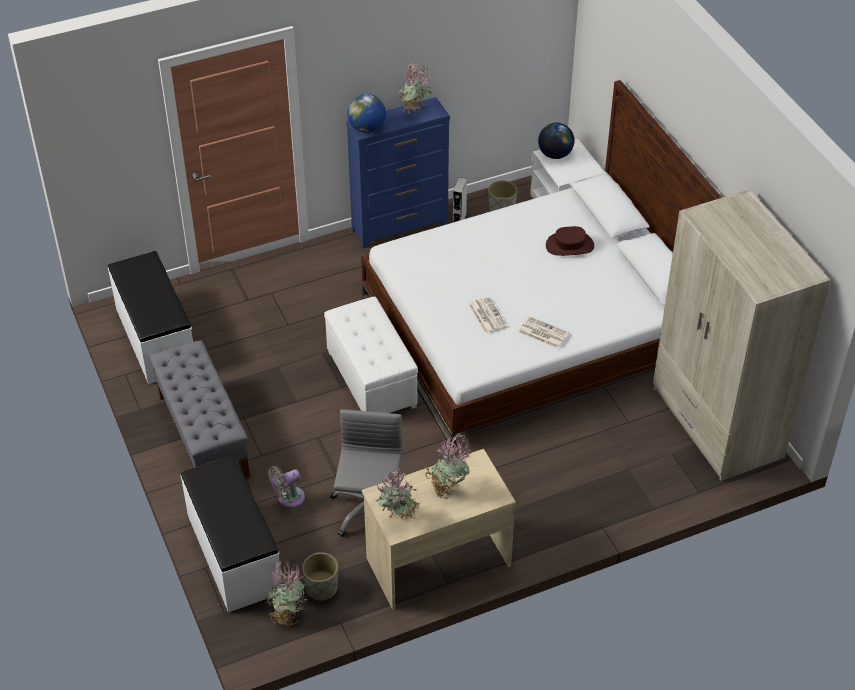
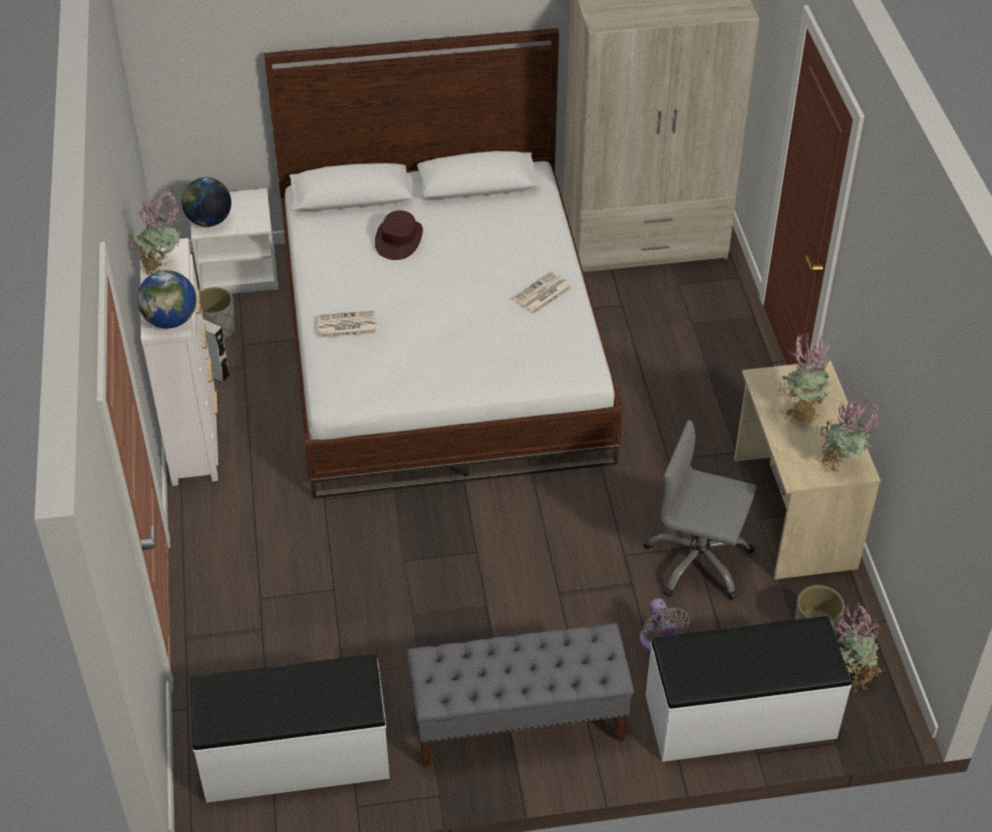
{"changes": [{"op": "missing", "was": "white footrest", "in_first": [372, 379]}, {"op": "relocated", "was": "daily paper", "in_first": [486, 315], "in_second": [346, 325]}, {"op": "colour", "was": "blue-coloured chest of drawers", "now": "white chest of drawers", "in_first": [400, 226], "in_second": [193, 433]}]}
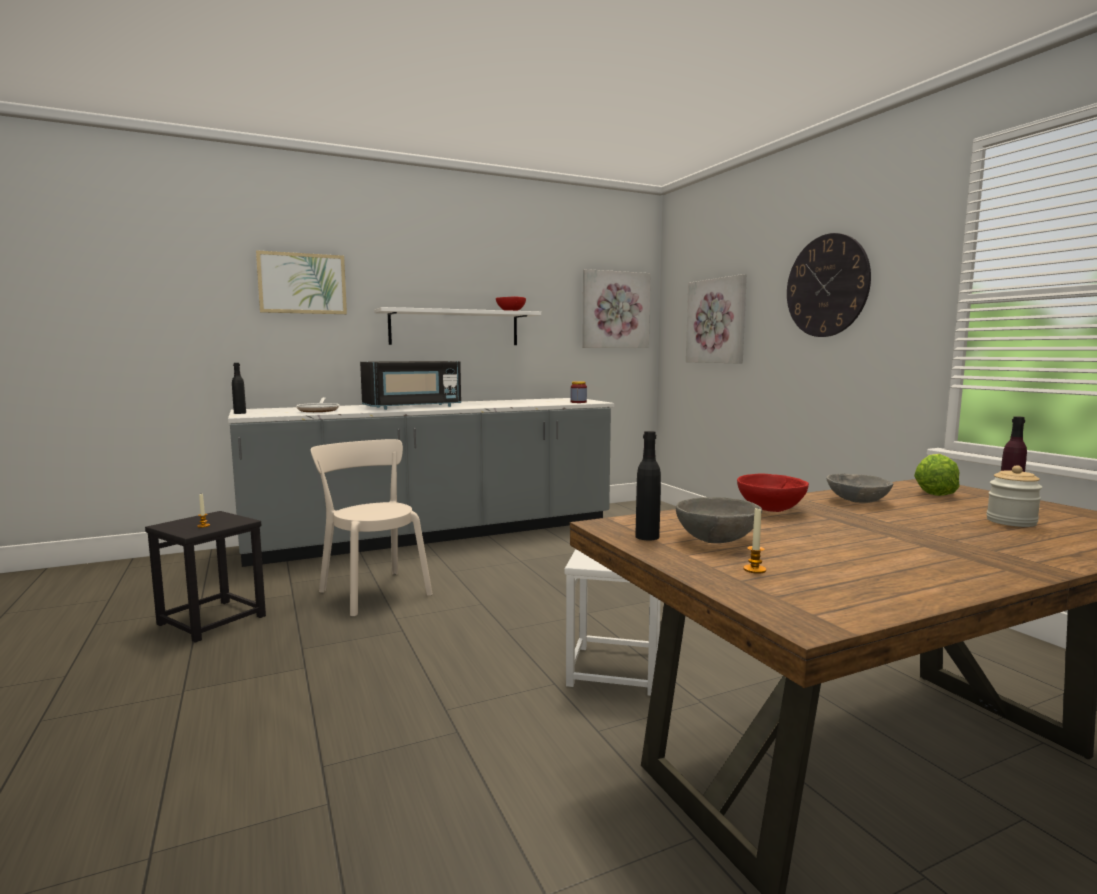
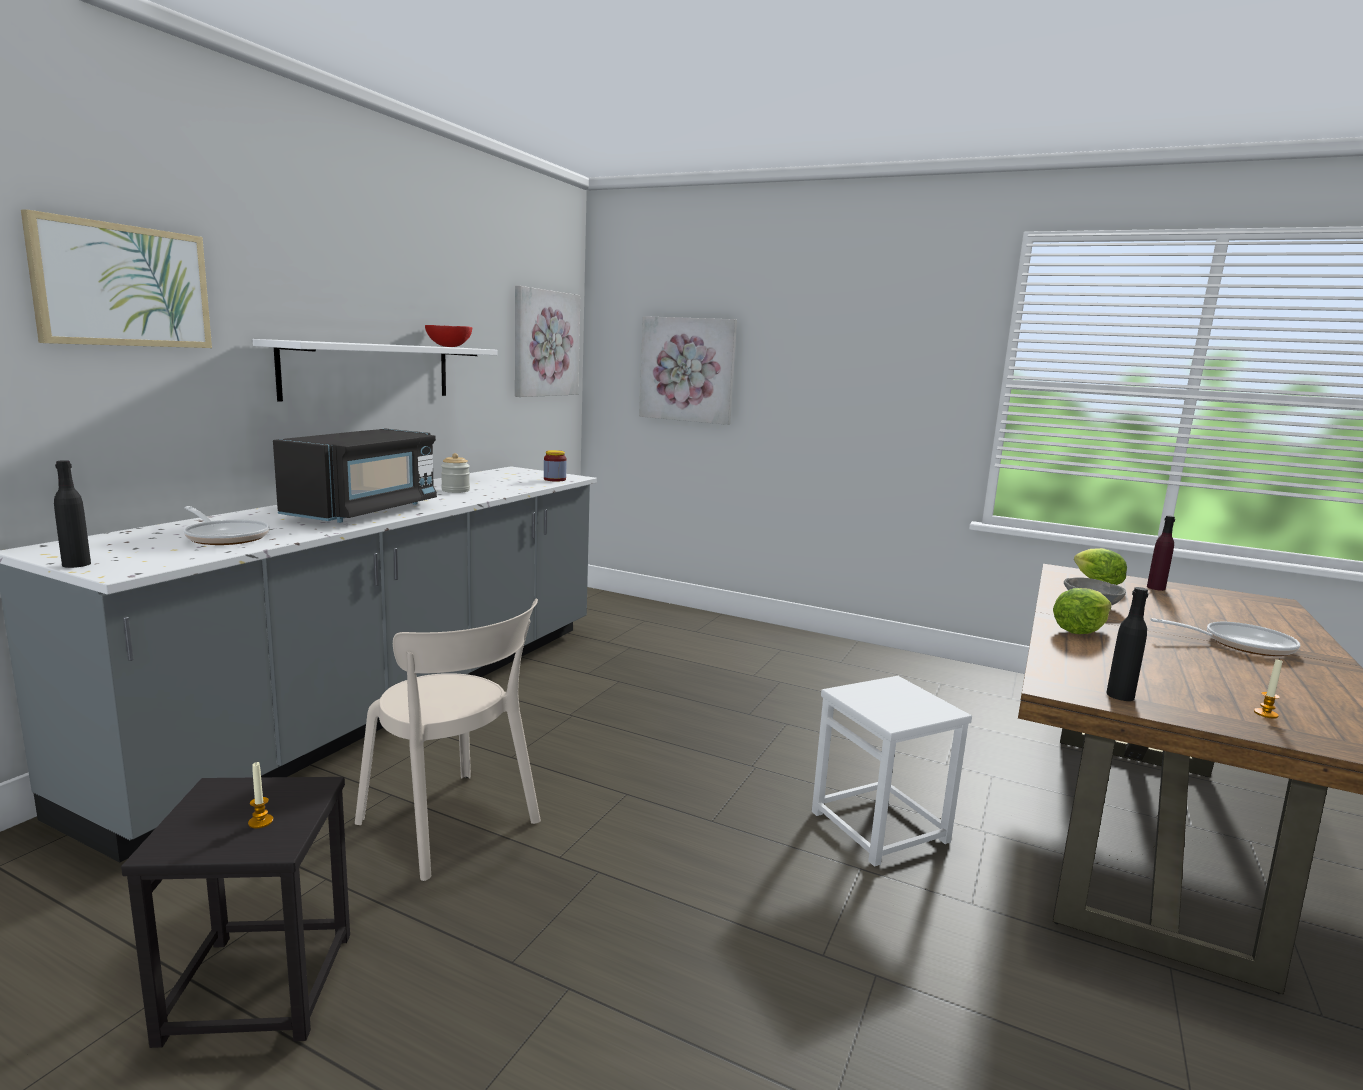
{"changes": [{"op": "missing", "was": "grey deep dish", "in_first": [717, 540]}, {"op": "missing", "was": "hanging clock", "in_first": [827, 286]}, {"op": "appeared", "now": "pan", "in_second": [1240, 644]}, {"op": "relocated", "was": "storage jar", "in_first": [1011, 522], "in_second": [455, 490]}, {"op": "exchanged", "was": "red-coloured deep dish", "now": "lettuce", "in_first": [770, 509], "in_second": [1079, 630]}, {"op": "spun", "was": "beige-coloured upright chair", "in_first": [373, 591], "in_second": [453, 826], "clockwise": -150}]}
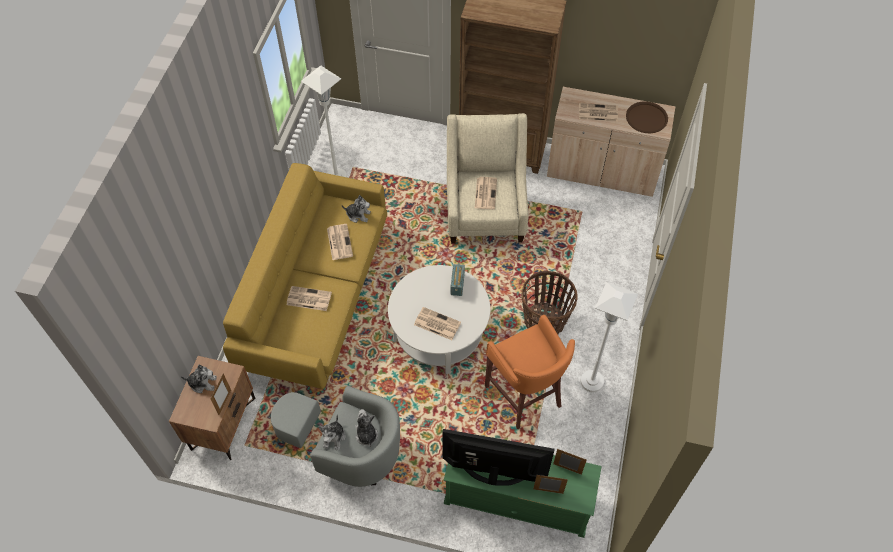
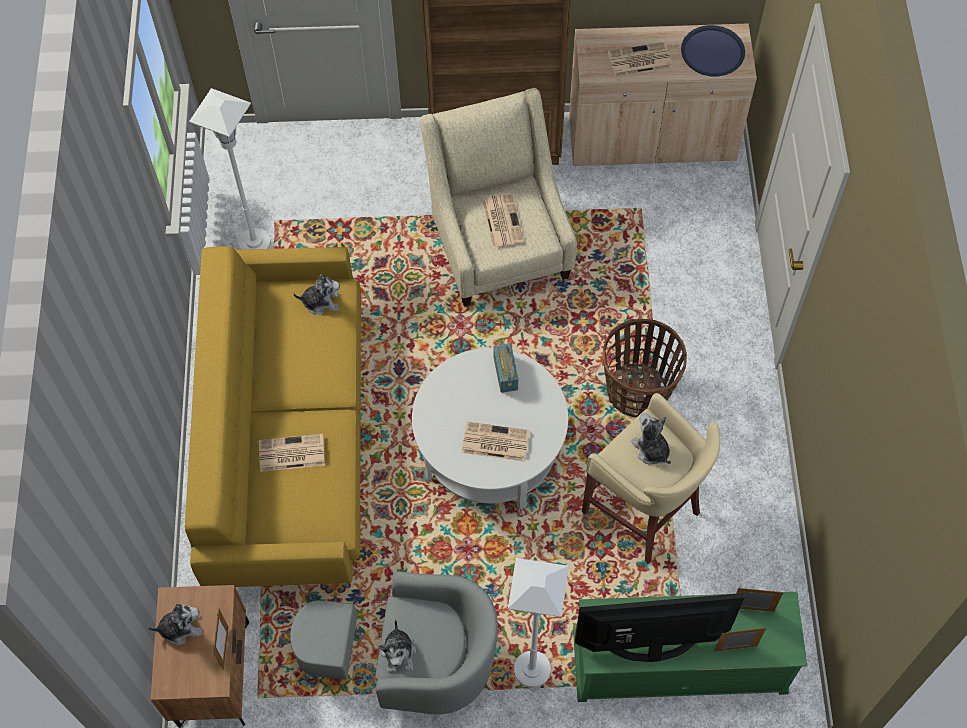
{"changes": [{"op": "missing", "was": "daily paper", "in_first": [339, 242]}, {"op": "relocated", "was": "soft toy", "in_first": [366, 434], "in_second": [651, 449]}, {"op": "relocated", "was": "white standing lamp", "in_first": [591, 382], "in_second": [532, 670]}, {"op": "colour", "was": "orange stool seat", "now": "beige-coloured stool seat", "in_first": [525, 396], "in_second": [644, 512]}, {"op": "colour", "was": "brownish tray", "now": "blue-coloured tray", "in_first": [646, 118], "in_second": [712, 52]}]}
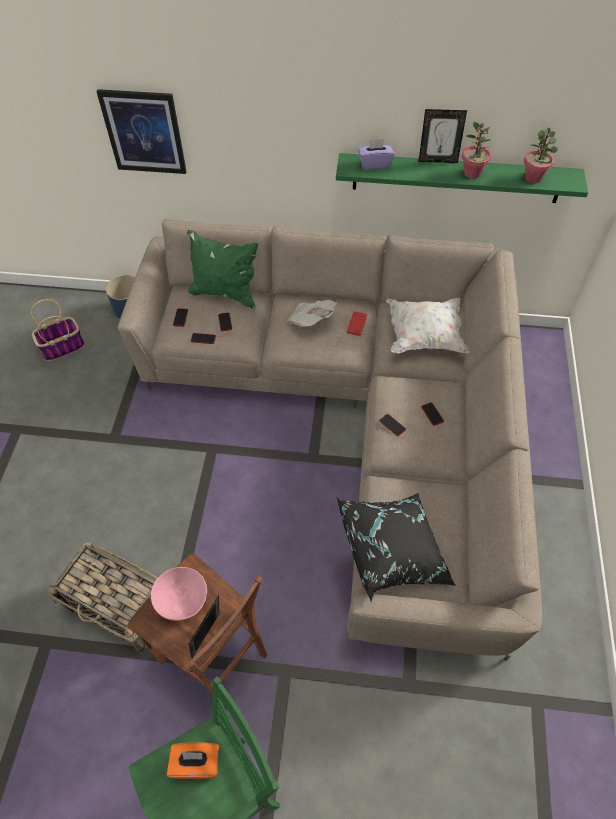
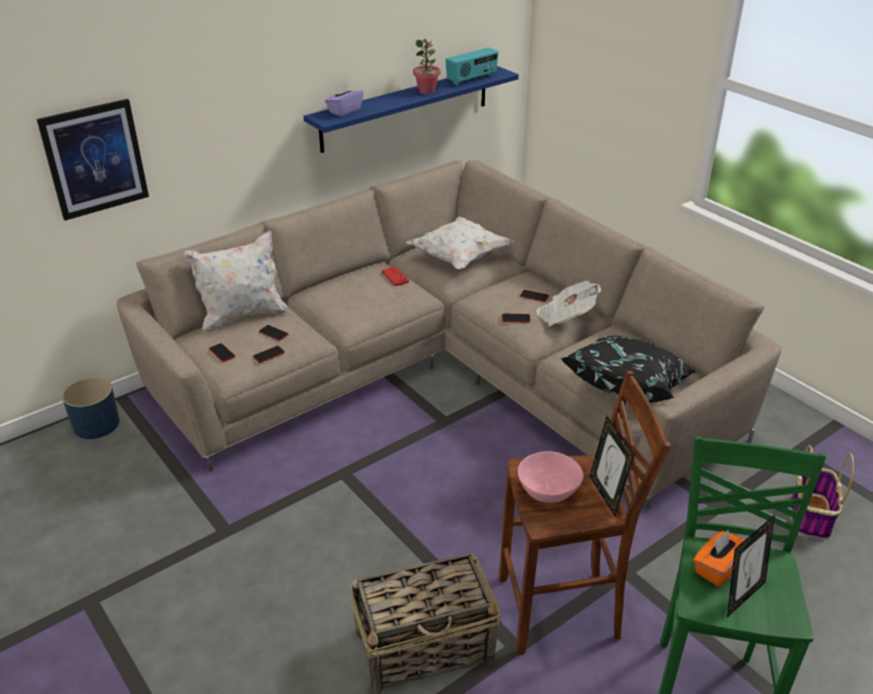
{"changes": [{"op": "relocated", "was": "storage basket", "in_first": [63, 347], "in_second": [810, 515]}, {"op": "relocated", "was": "daily paper", "in_first": [311, 320], "in_second": [566, 316]}, {"op": "relocated", "was": "photo frame", "in_first": [437, 160], "in_second": [741, 596]}, {"op": "exchanged", "was": "plant in a pot", "now": "radio receiver", "in_first": [533, 178], "in_second": [472, 79]}, {"op": "colour", "was": "green cushion", "now": "white cushion", "in_first": [225, 293], "in_second": [242, 316]}, {"op": "colour", "was": "green wall shelf", "now": "blue-coloured wall shelf", "in_first": [456, 178], "in_second": [406, 108]}]}
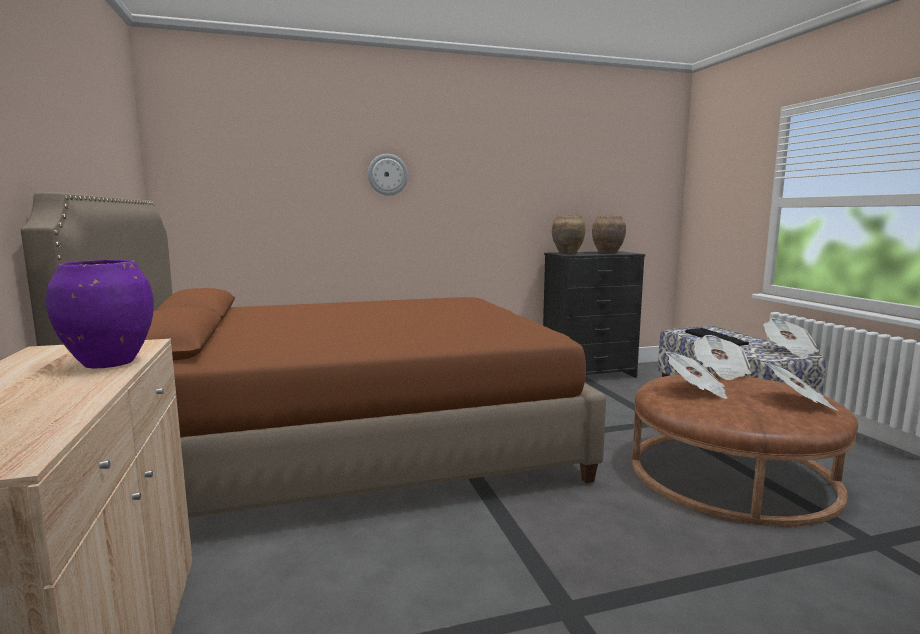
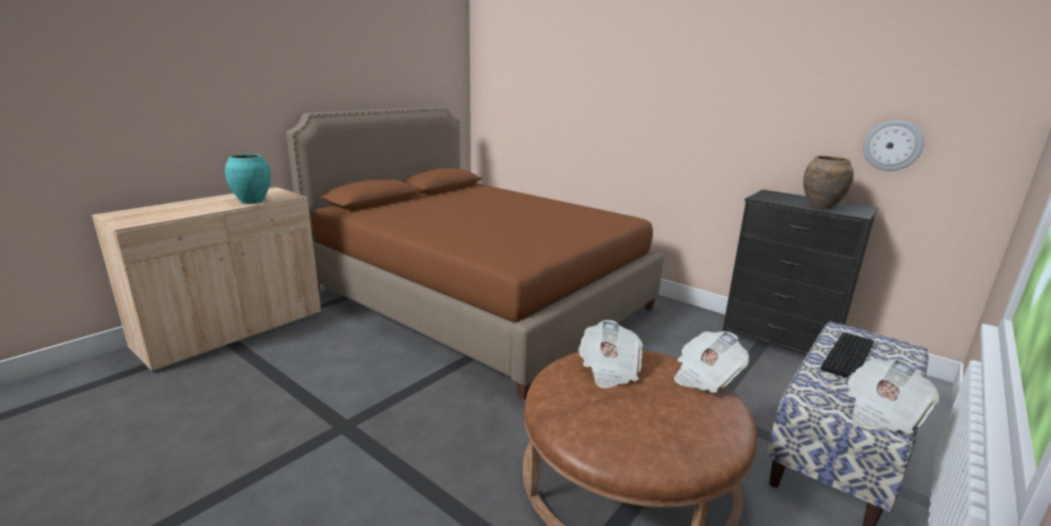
{"changes": [{"op": "missing", "was": "brownish vase", "in_first": [568, 253]}, {"op": "missing", "was": "daily paper", "in_first": [798, 403]}, {"op": "relocated", "was": "hanging clock", "in_first": [387, 174], "in_second": [892, 145]}, {"op": "colour", "was": "purplish vase", "now": "blue-green vase", "in_first": [108, 363], "in_second": [252, 201]}]}
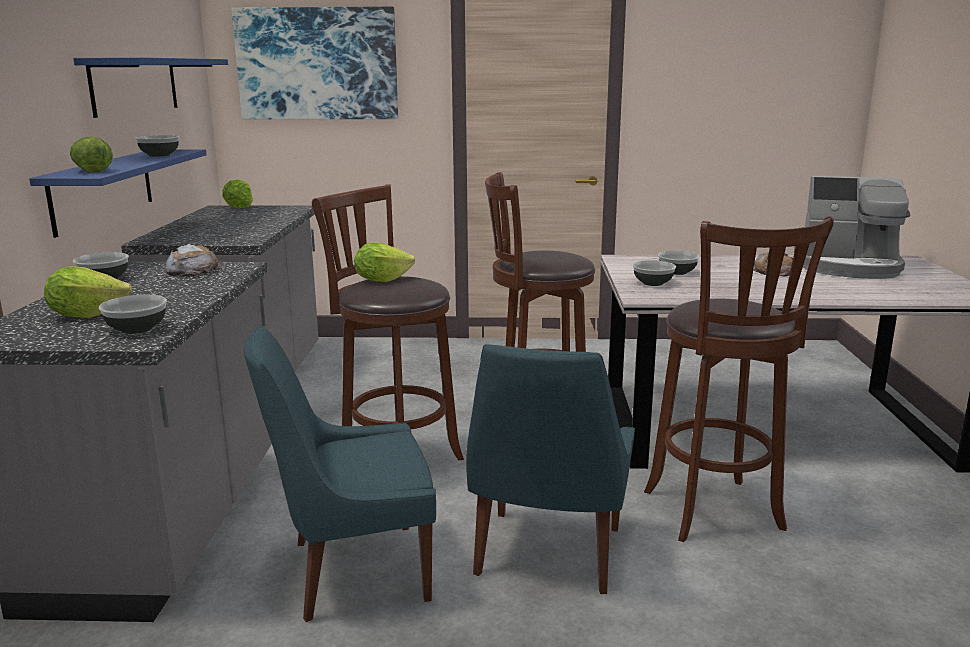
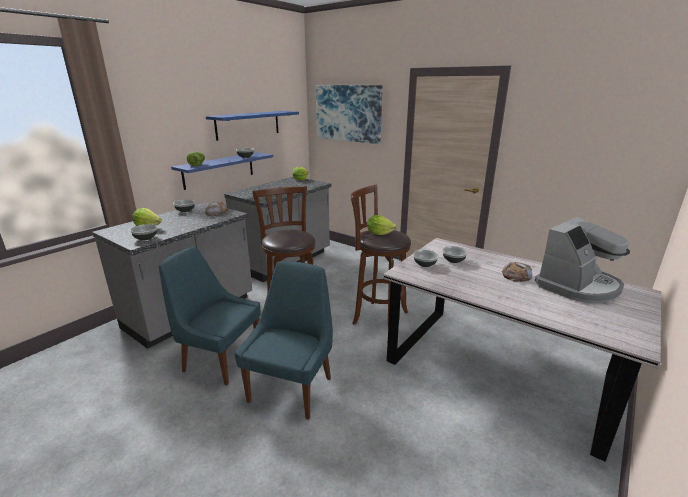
{"changes": [{"op": "missing", "was": "brownish stool seat", "in_first": [716, 514]}, {"op": "relocated", "was": "lettuce", "in_first": [381, 280], "in_second": [379, 233]}, {"op": "spun", "was": "blue-coloured upright chair", "in_first": [547, 555], "in_second": [292, 387], "clockwise": 150}, {"op": "spun", "was": "coffee brewer", "in_first": [848, 267], "in_second": [577, 286], "clockwise": -90}]}
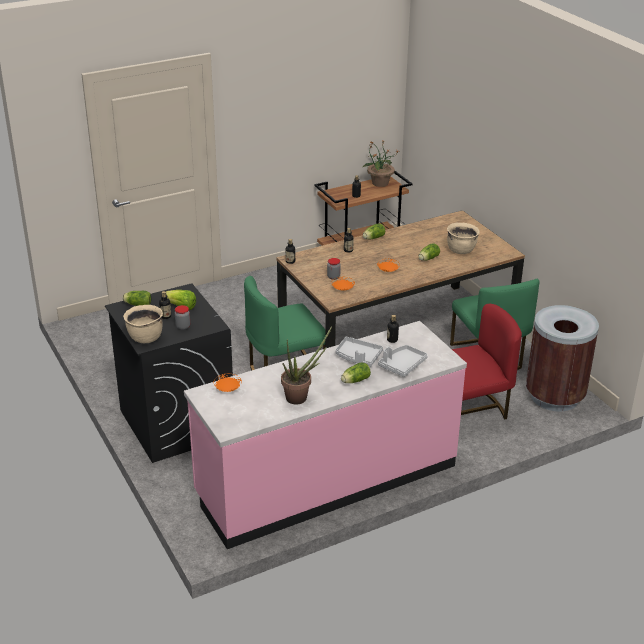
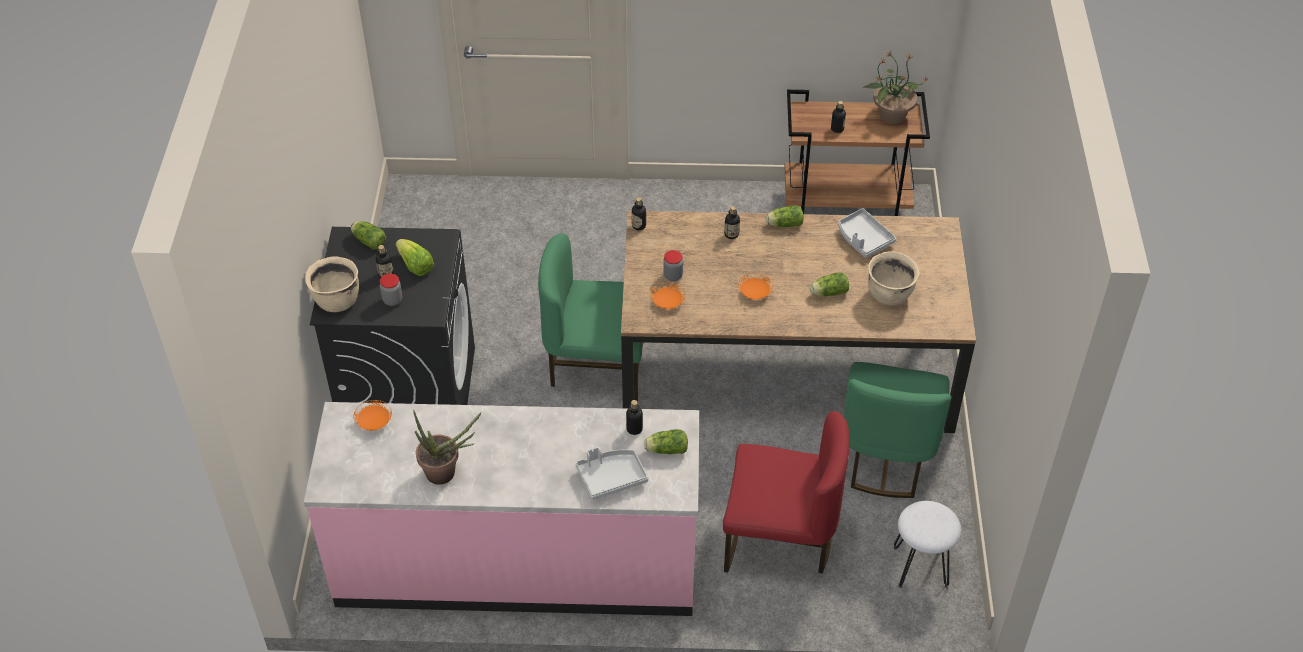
{"changes": [{"op": "relocated", "was": "grey tray", "in_first": [358, 357], "in_second": [863, 239]}, {"op": "relocated", "was": "lettuce", "in_first": [354, 381], "in_second": [665, 449]}, {"op": "exchanged", "was": "brownish waste bin", "now": "white stool seat", "in_first": [555, 397], "in_second": [920, 567]}]}
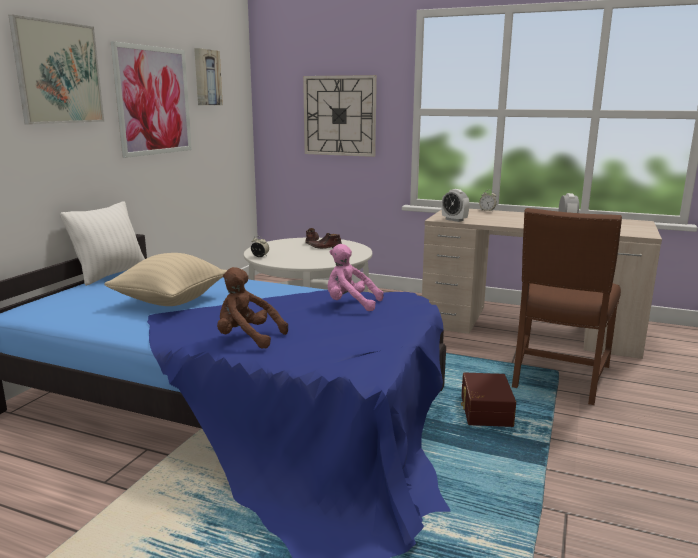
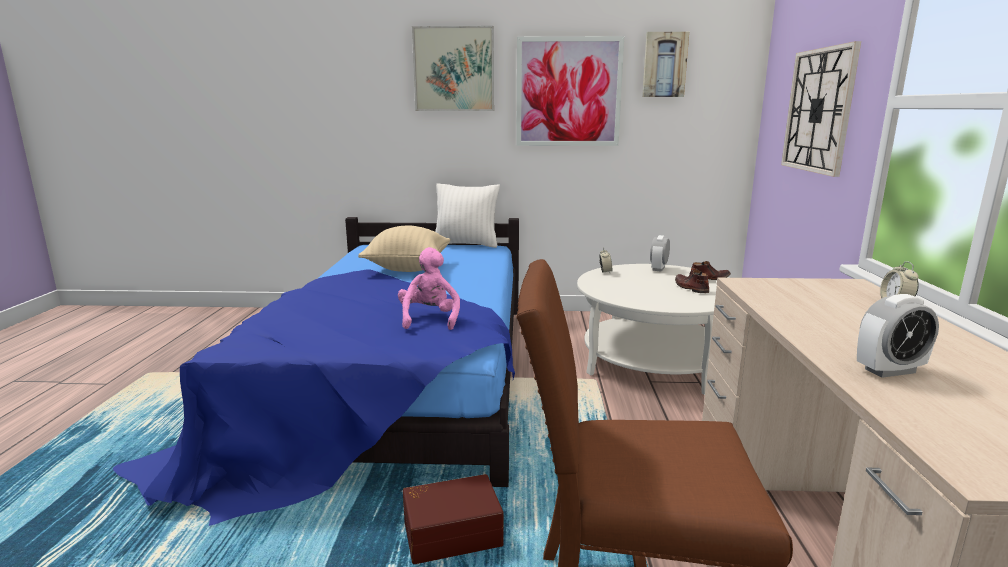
{"changes": [{"op": "missing", "was": "brownish soft toy", "in_first": [247, 338]}, {"op": "relocated", "was": "alarm clock", "in_first": [454, 220], "in_second": [658, 269]}]}
